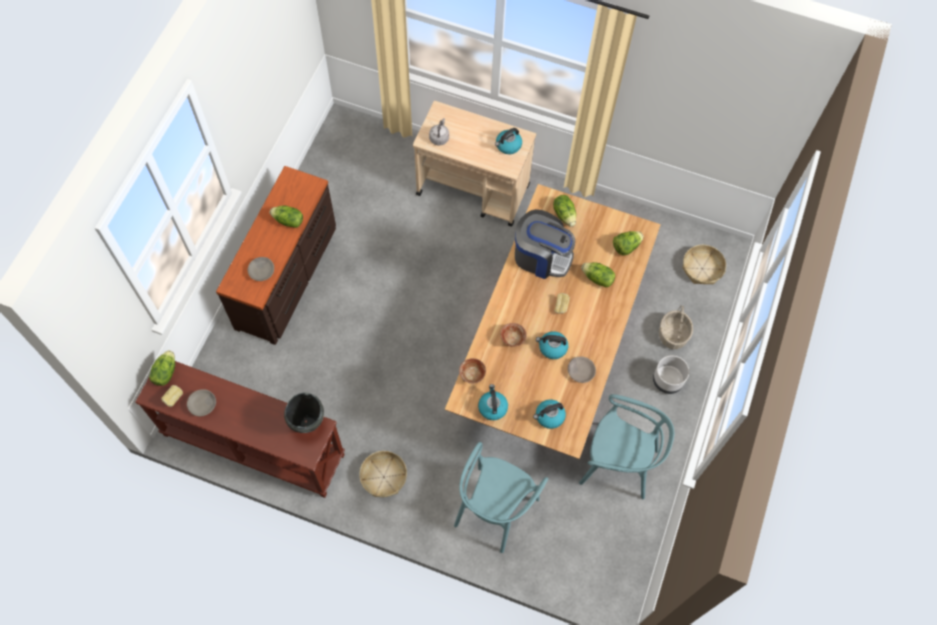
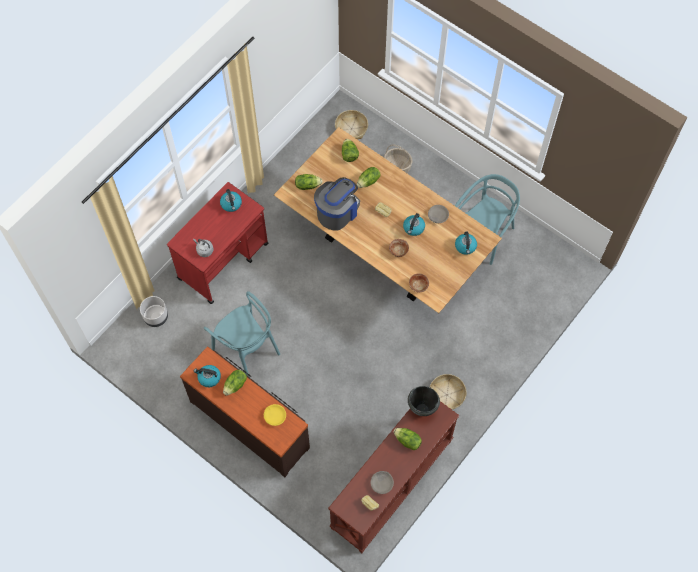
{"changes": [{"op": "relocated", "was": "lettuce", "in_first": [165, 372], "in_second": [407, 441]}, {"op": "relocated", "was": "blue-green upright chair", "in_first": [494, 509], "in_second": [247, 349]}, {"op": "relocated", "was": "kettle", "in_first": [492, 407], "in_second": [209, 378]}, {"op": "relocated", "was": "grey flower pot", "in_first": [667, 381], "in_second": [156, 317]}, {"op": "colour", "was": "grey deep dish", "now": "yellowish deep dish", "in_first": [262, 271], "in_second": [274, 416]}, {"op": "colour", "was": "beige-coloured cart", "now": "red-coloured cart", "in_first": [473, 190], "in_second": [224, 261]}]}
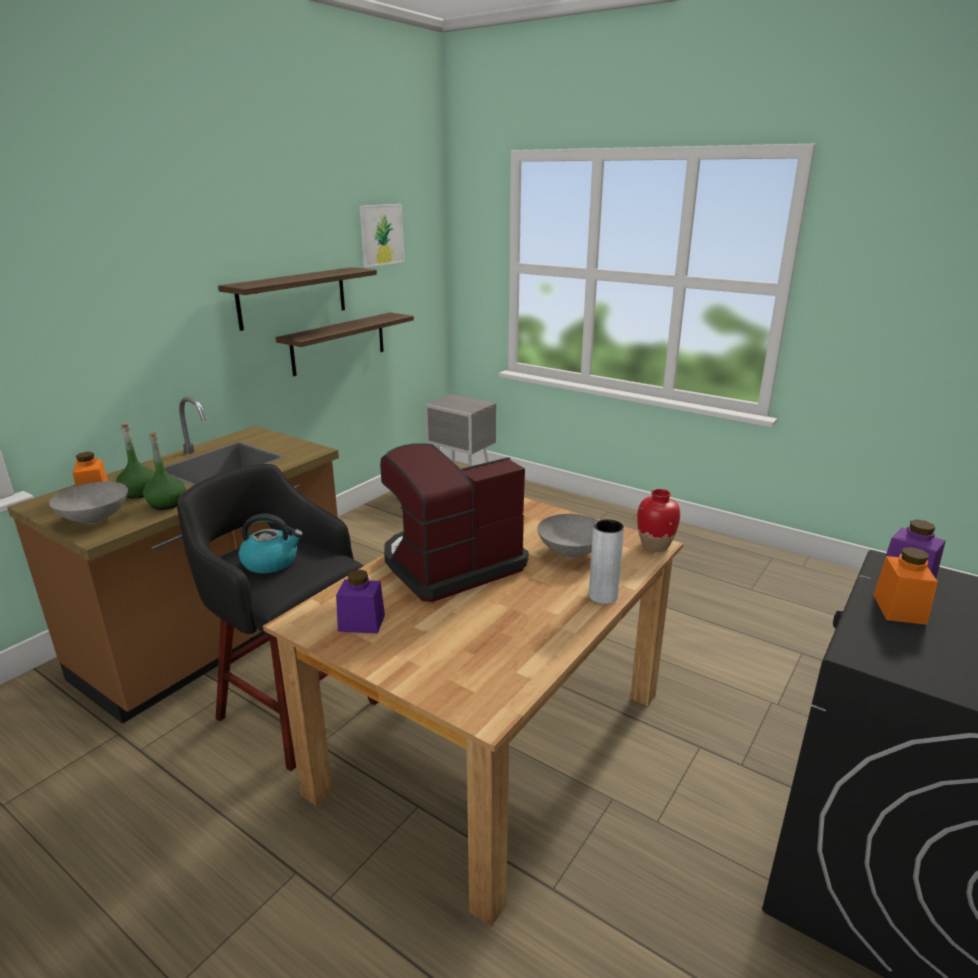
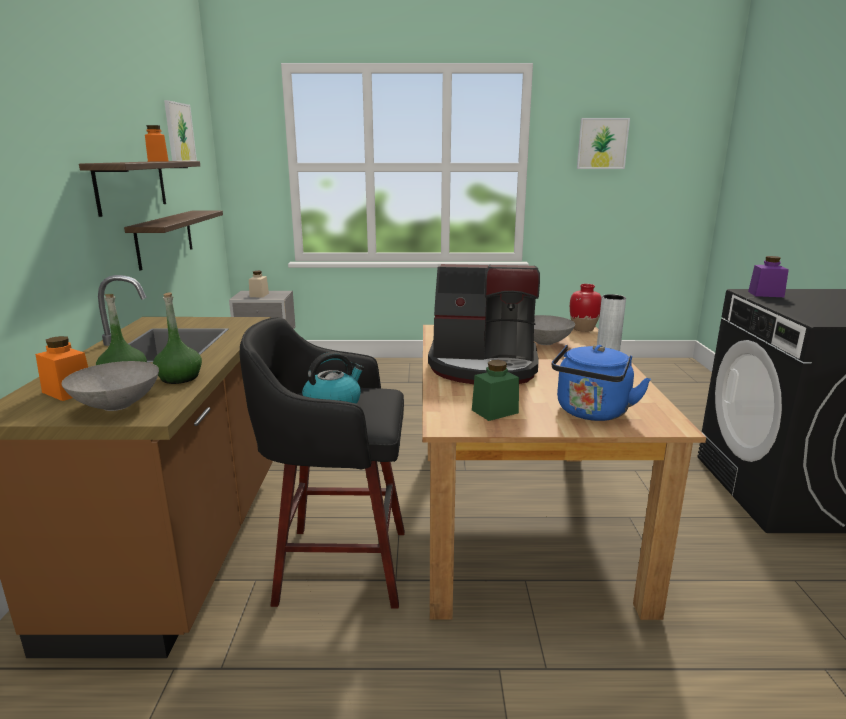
{"changes": [{"op": "appeared", "now": "beige-coloured storage jar", "in_second": [259, 295]}, {"op": "appeared", "now": "blue-coloured kettle", "in_second": [591, 413]}, {"op": "appeared", "now": "wall art", "in_second": [602, 143]}, {"op": "relocated", "was": "orange storage jar", "in_first": [899, 609], "in_second": [158, 161]}, {"op": "colour", "was": "purplish storage jar", "now": "green storage jar", "in_first": [361, 623], "in_second": [495, 411]}, {"op": "spun", "was": "coffee brewer", "in_first": [450, 564], "in_second": [484, 366], "clockwise": -105}]}
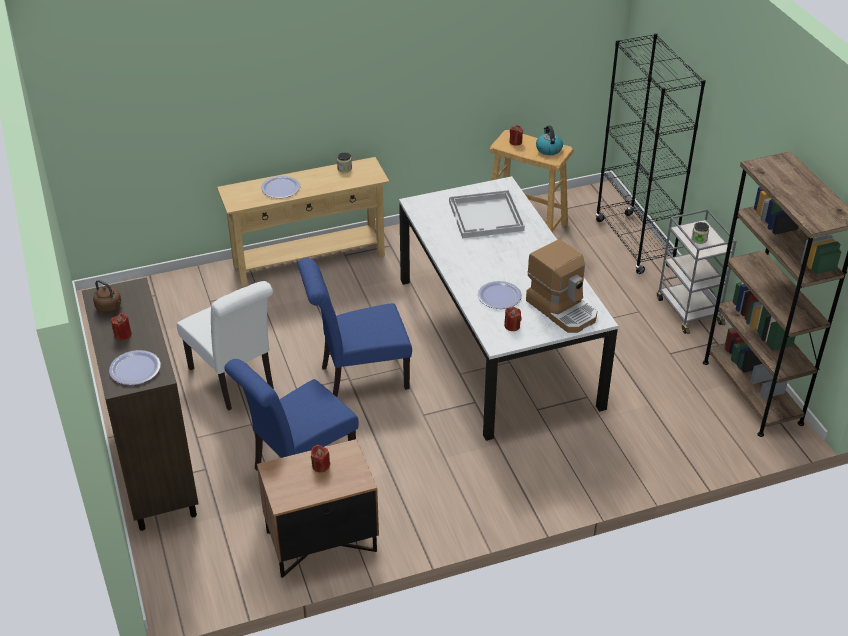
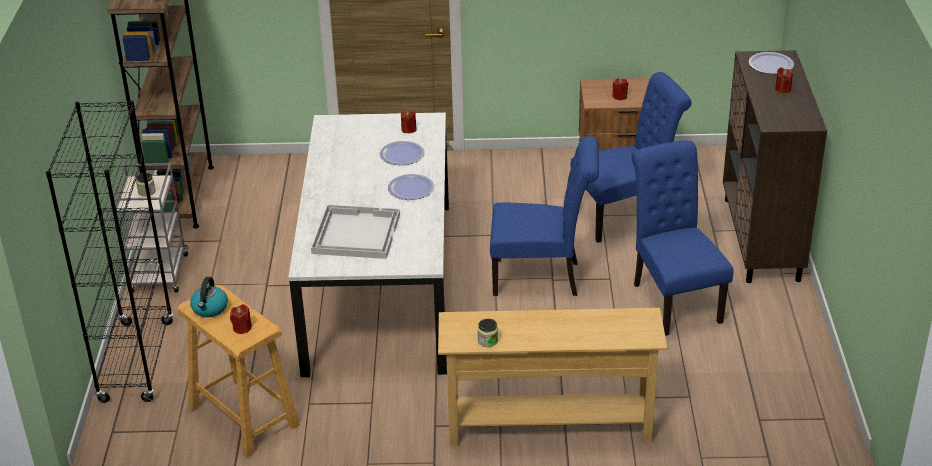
{"changes": [{"op": "missing", "was": "brownish kettle", "in_first": [110, 307]}, {"op": "missing", "was": "coffee brewer", "in_first": [562, 309]}, {"op": "relocated", "was": "dinner plate", "in_first": [280, 188], "in_second": [411, 188]}, {"op": "colour", "was": "white upright chair", "now": "blue-coloured upright chair", "in_first": [234, 381], "in_second": [673, 299]}]}
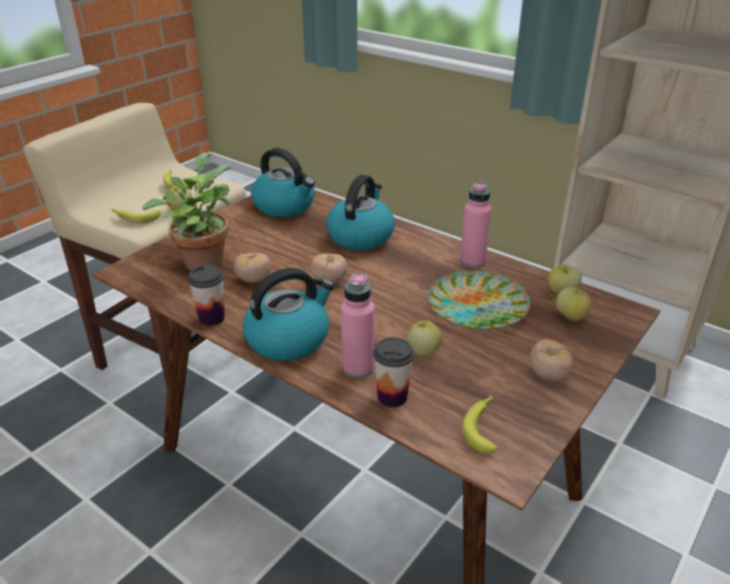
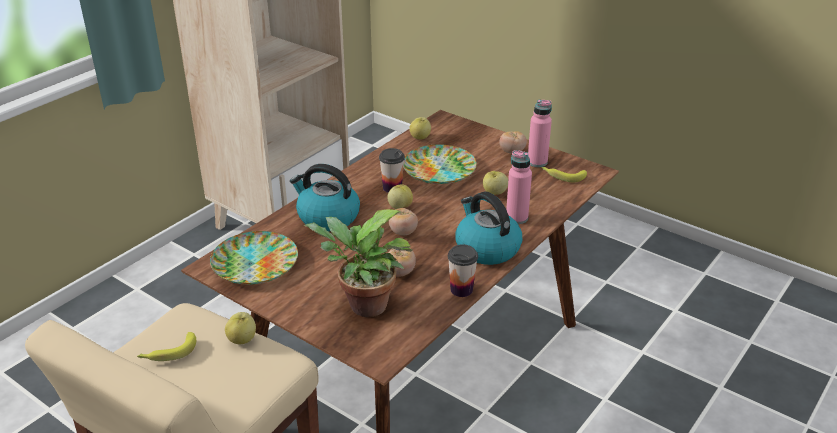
{"changes": [{"op": "missing", "was": "whole banana", "in_first": [135, 218]}, {"op": "relocated", "was": "small cup", "in_first": [392, 396], "in_second": [392, 188]}, {"op": "relocated", "was": "pinkish beverage bottle", "in_first": [472, 261], "in_second": [537, 162]}, {"op": "relocated", "was": "apple fruit", "in_first": [571, 316], "in_second": [400, 207]}, {"op": "exchanged", "was": "kettle", "now": "dinner plate", "in_first": [285, 206], "in_second": [254, 263]}]}
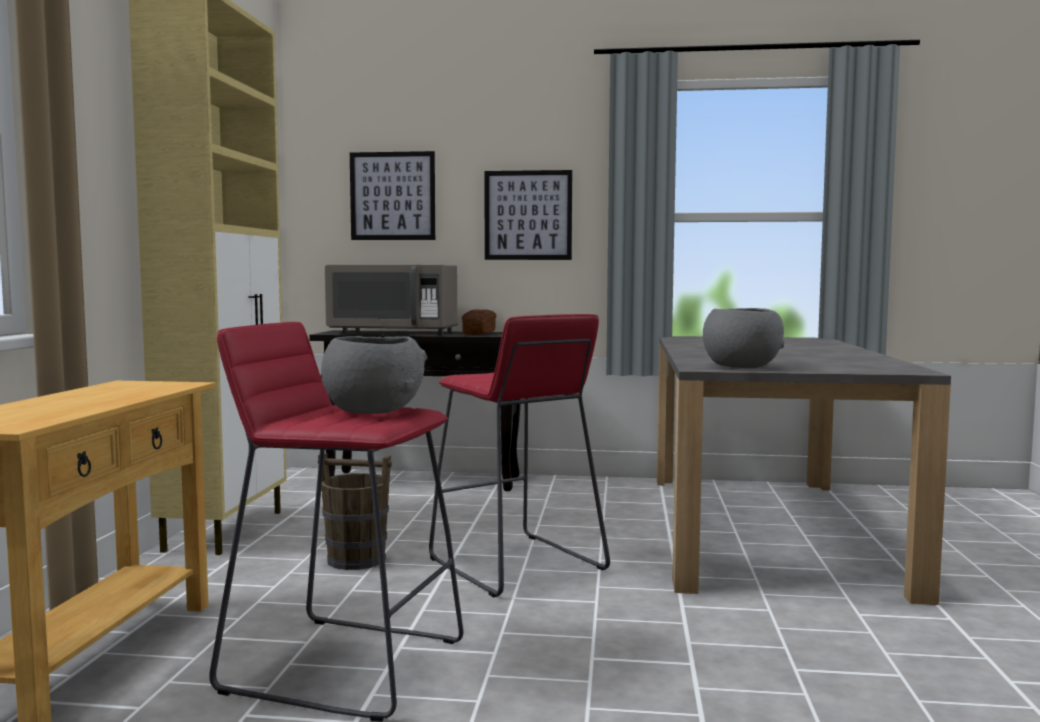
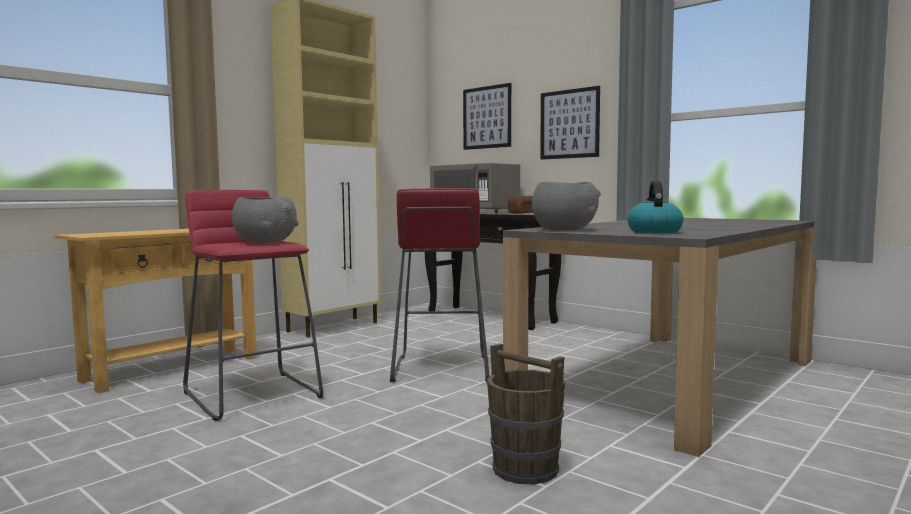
{"changes": [{"op": "appeared", "now": "kettle", "in_second": [654, 231]}, {"op": "relocated", "was": "brownish bucket", "in_first": [357, 560], "in_second": [526, 469]}]}
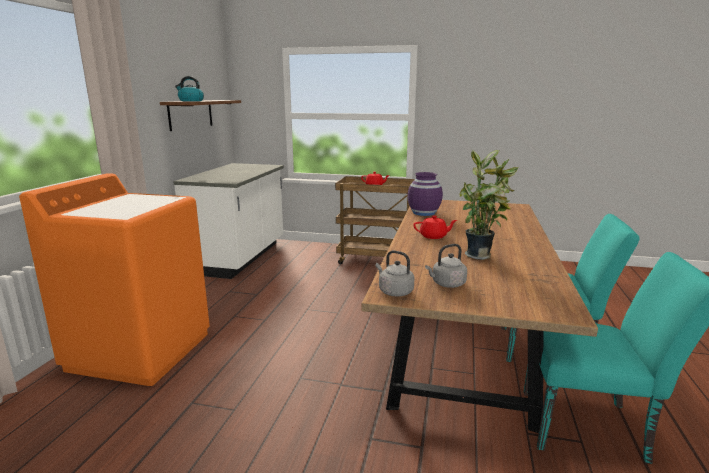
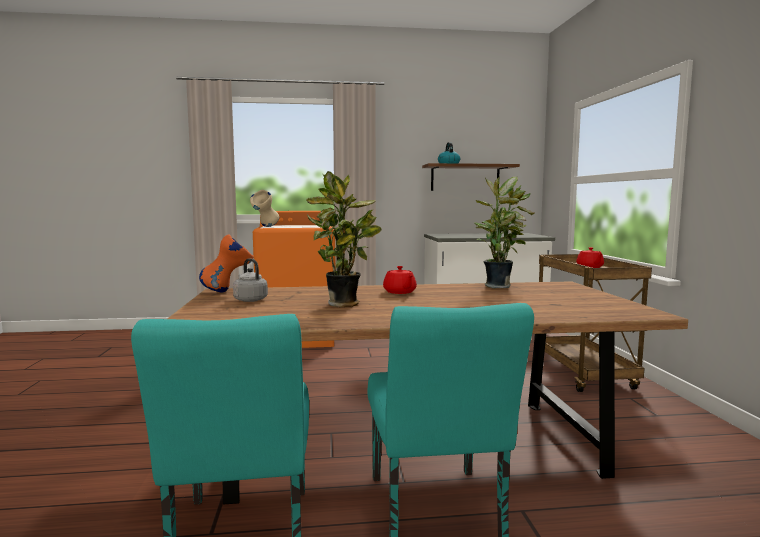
{"changes": [{"op": "appeared", "now": "beige-coloured vase", "in_second": [265, 227]}, {"op": "exchanged", "was": "grey kettle", "now": "orange vase", "in_first": [394, 291], "in_second": [228, 291]}, {"op": "exchanged", "was": "purplish vase", "now": "plant in a pot", "in_first": [423, 213], "in_second": [499, 286]}]}
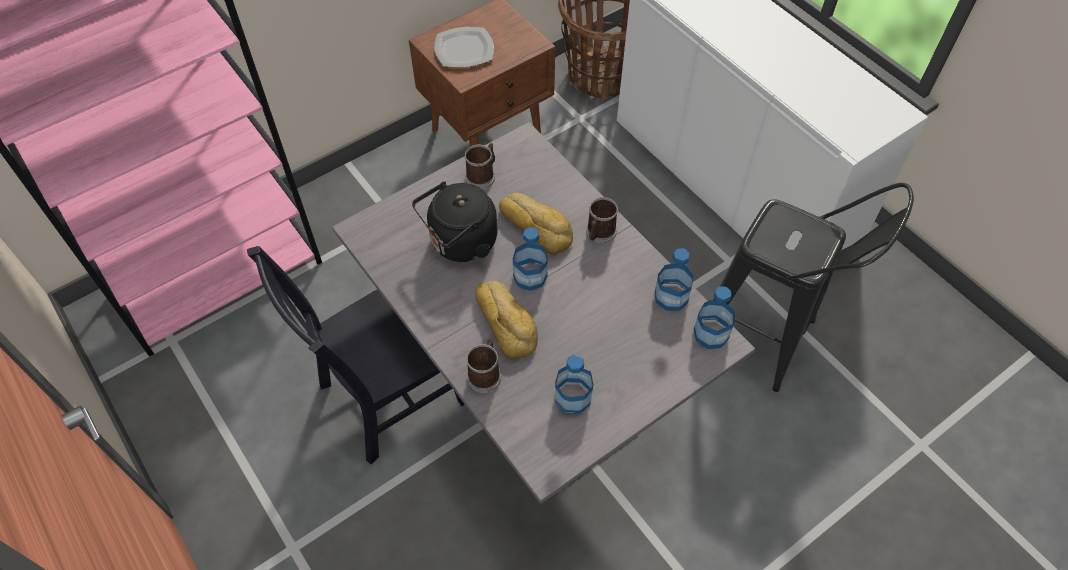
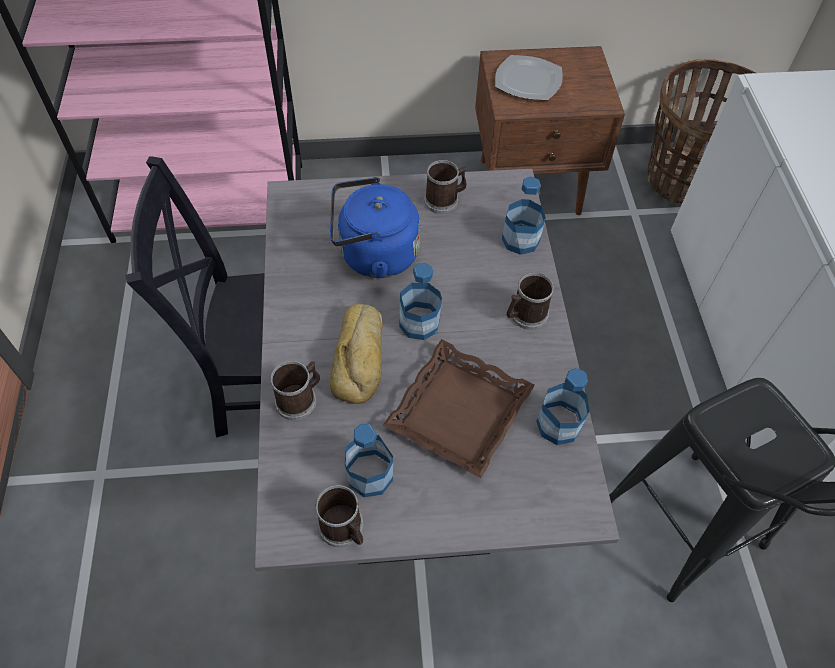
{"changes": [{"op": "missing", "was": "bread", "in_first": [536, 226]}, {"op": "appeared", "now": "coffee mug", "in_second": [344, 529]}, {"op": "appeared", "now": "brownish tray", "in_second": [458, 411]}, {"op": "relocated", "was": "beverage bottle", "in_first": [711, 334], "in_second": [520, 240]}, {"op": "colour", "was": "black-coloured kettle", "now": "blue-coloured kettle", "in_first": [460, 243], "in_second": [374, 255]}]}
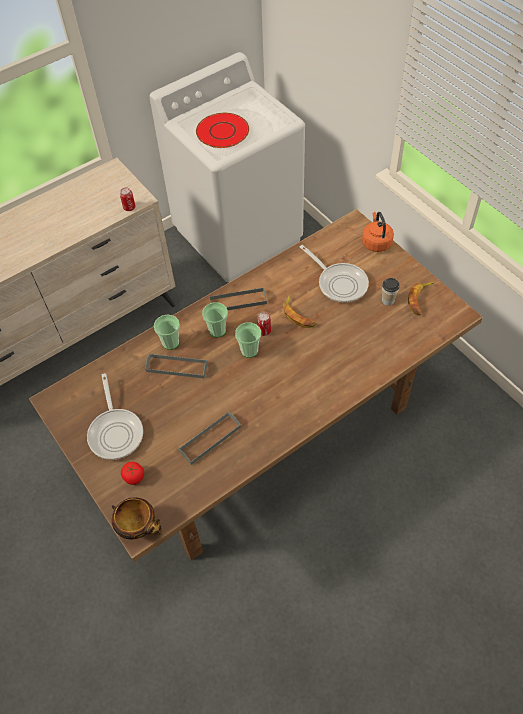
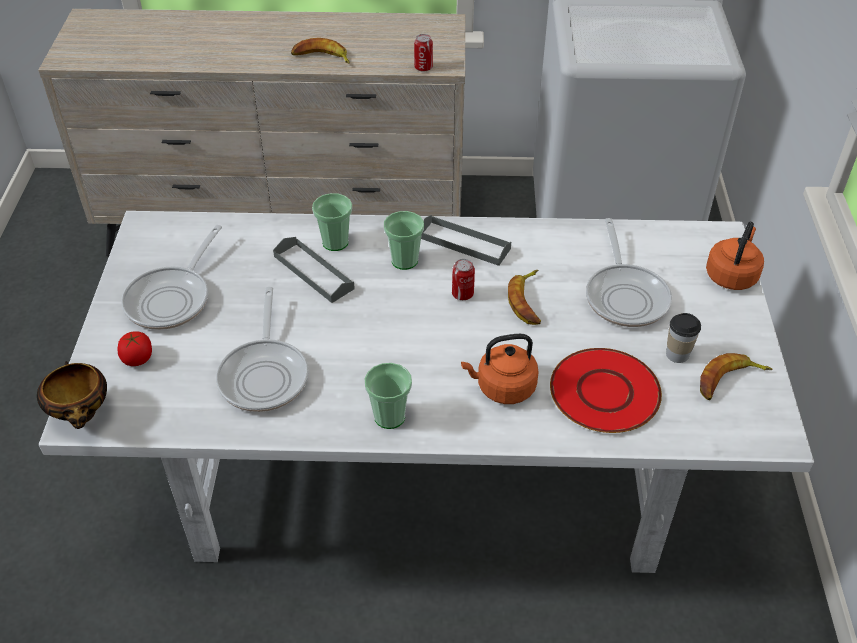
{"changes": [{"op": "appeared", "now": "whole banana", "in_second": [321, 57]}, {"op": "appeared", "now": "orange kettle", "in_second": [502, 388]}, {"op": "relocated", "was": "red-coloured dinner plate", "in_first": [222, 132], "in_second": [604, 392]}, {"op": "relocated", "was": "small cup", "in_first": [249, 350], "in_second": [389, 417]}, {"op": "exchanged", "was": "grey tray", "now": "pan", "in_first": [210, 439], "in_second": [265, 374]}, {"op": "colour", "was": "brownish dining table", "now": "white dining table", "in_first": [266, 430], "in_second": [431, 473]}]}
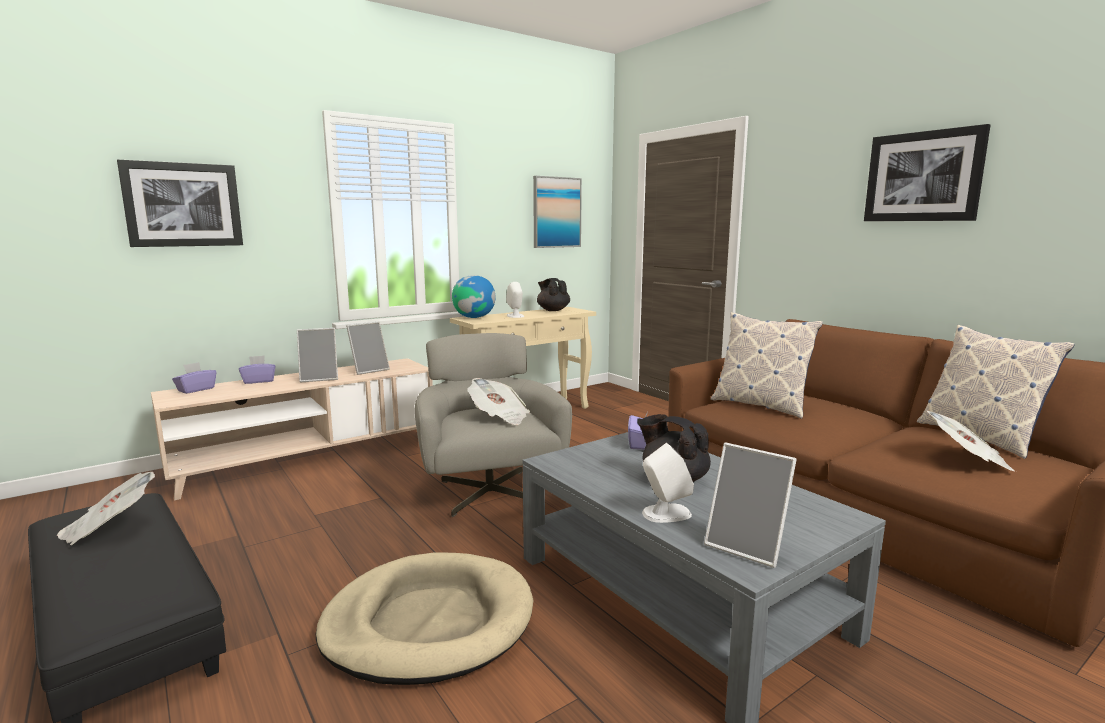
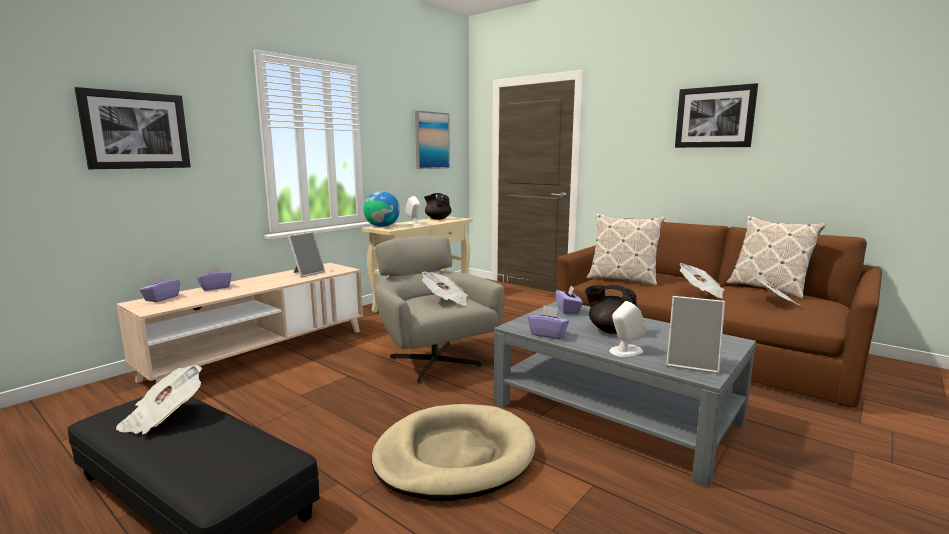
{"changes": [{"op": "missing", "was": "photo frame", "in_first": [320, 378]}, {"op": "appeared", "now": "purplish tissue holder", "in_second": [548, 334]}, {"op": "appeared", "now": "daily paper", "in_second": [701, 292]}]}
